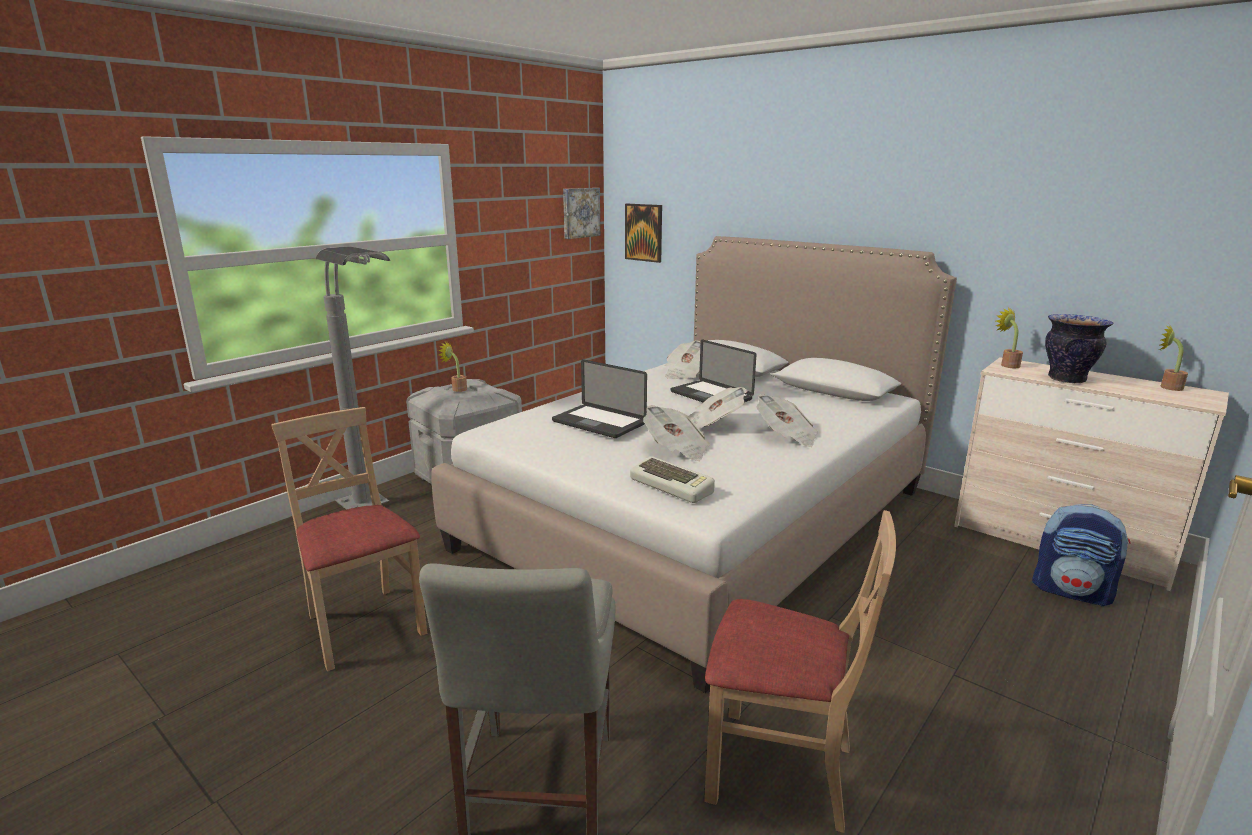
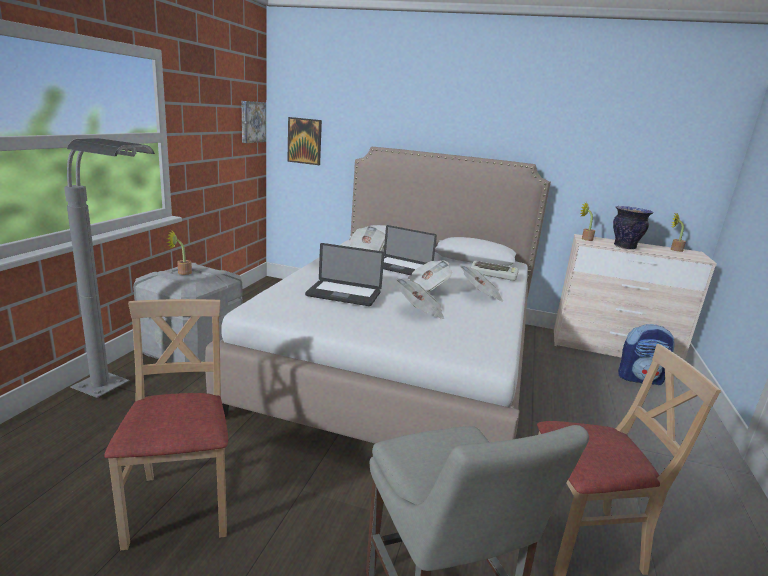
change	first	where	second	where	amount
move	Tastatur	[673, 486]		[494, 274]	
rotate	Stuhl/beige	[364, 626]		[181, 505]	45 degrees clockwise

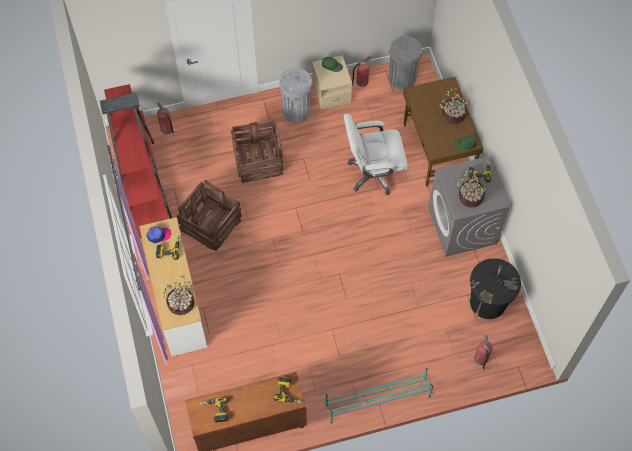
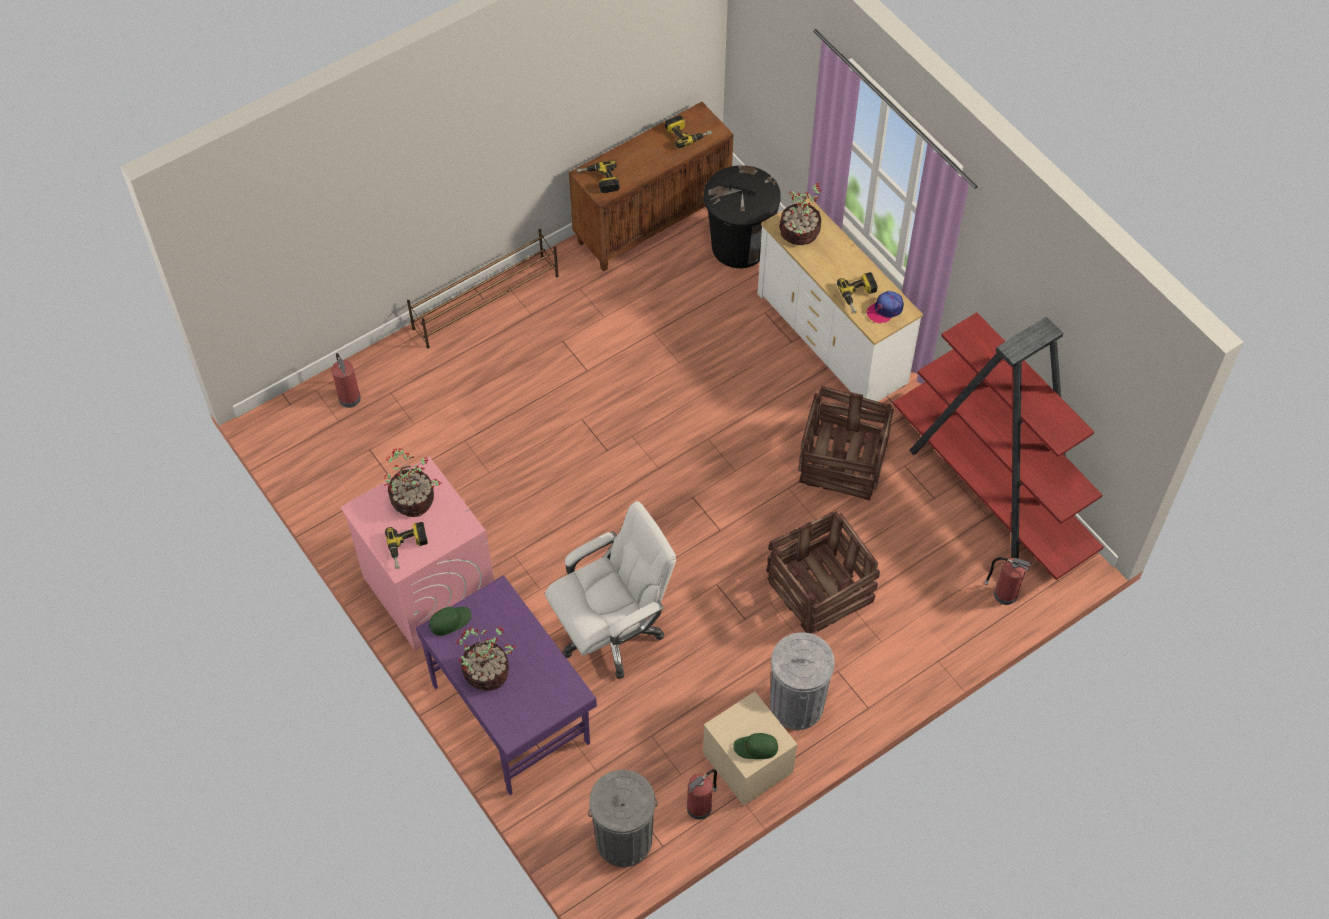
change	first	where	second	where	amount
move	Mülleimer/schwarz	[487, 302]		[739, 246]	
recolor	Schuhregal/türkis	[377, 400]	Schuhregal/braun	[486, 302]	
recolor	Schreibtisch/braun	[437, 150]	Schreibtisch/lila	[511, 712]	
recolor	Waschmaschine/grau	[462, 226]	Waschmaschine/rosa	[428, 588]	

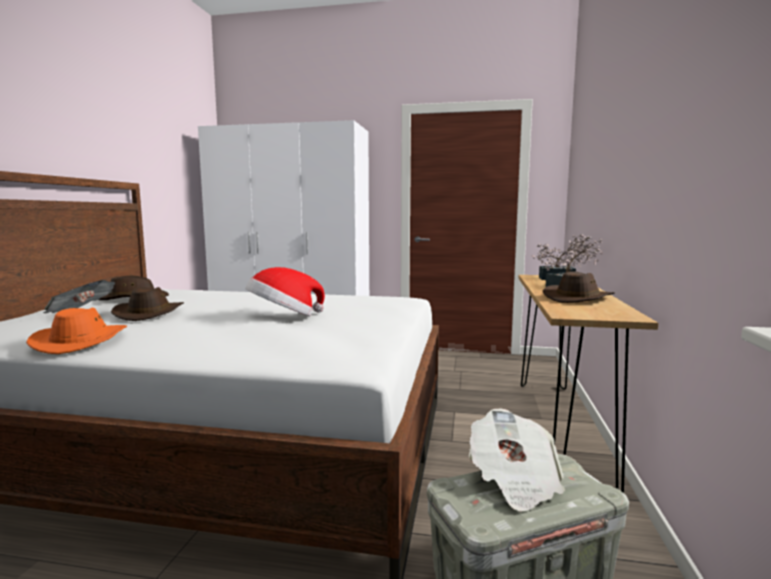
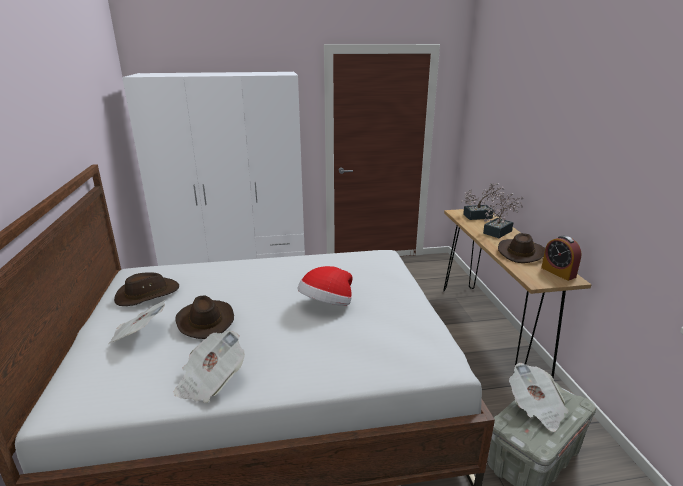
change	first	where	second	where	amount
insert			Wecker	[558, 272]	
replace	Hut/orange	[81, 341]	Zeitung	[210, 381]	

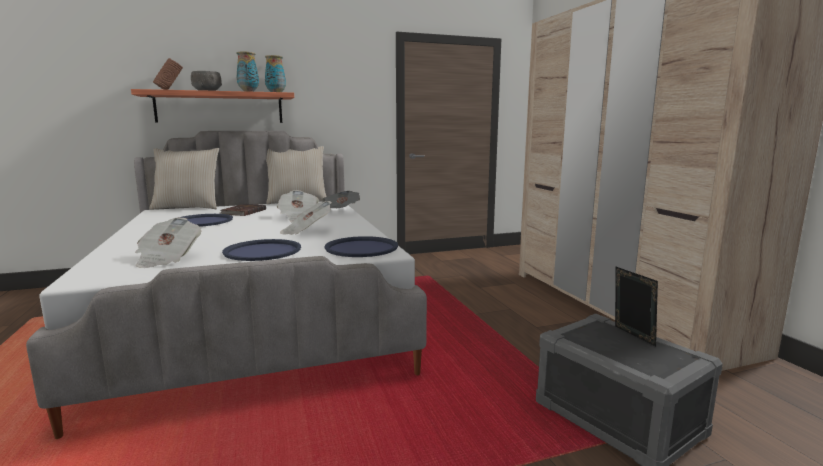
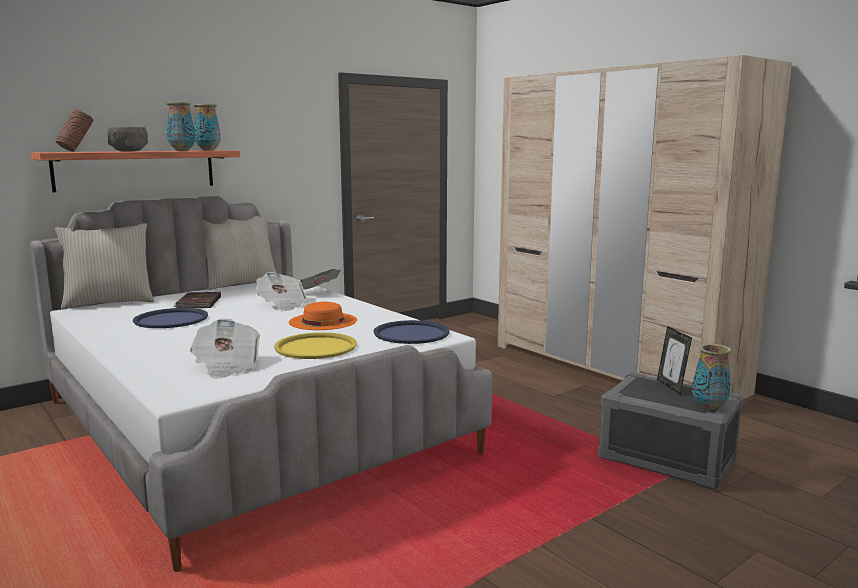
change	first	where	second	where	amount
insert			Vase	[709, 407]	
replace	Zeitung	[306, 232]	Hut/orange	[323, 321]	
recolor	Tablett/blau	[262, 251]	Tablett/gelb	[315, 347]	
rotate	Bilderrahmen	[631, 336]		[671, 386]	150 degrees counterclockwise

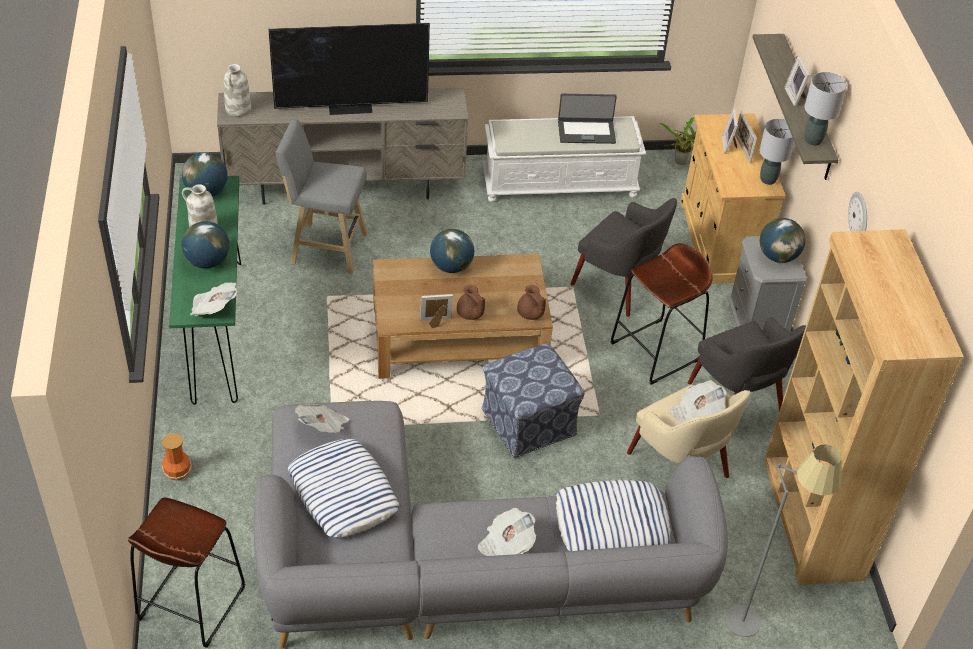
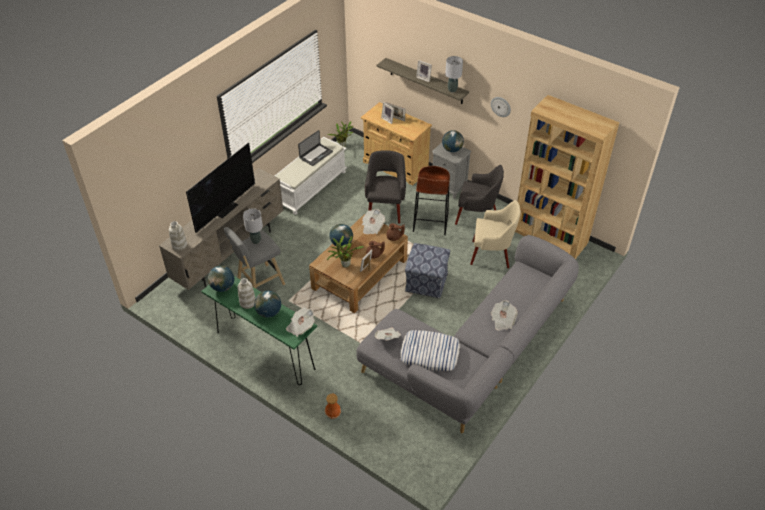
change	first	where	second	where	amount
delete	Hocker/braun	[191, 603]			
delete	Kissen	[611, 524]			
delete	Stehlampe/grau	[757, 615]			
insert			Topfpflanze	[344, 265]	
move	Zeitung	[696, 414]		[372, 227]	
move	Tischlampe/grau	[767, 180]		[256, 241]	
rotate	Sessel/grau	[618, 285]		[385, 209]	75 degrees counterclockwise

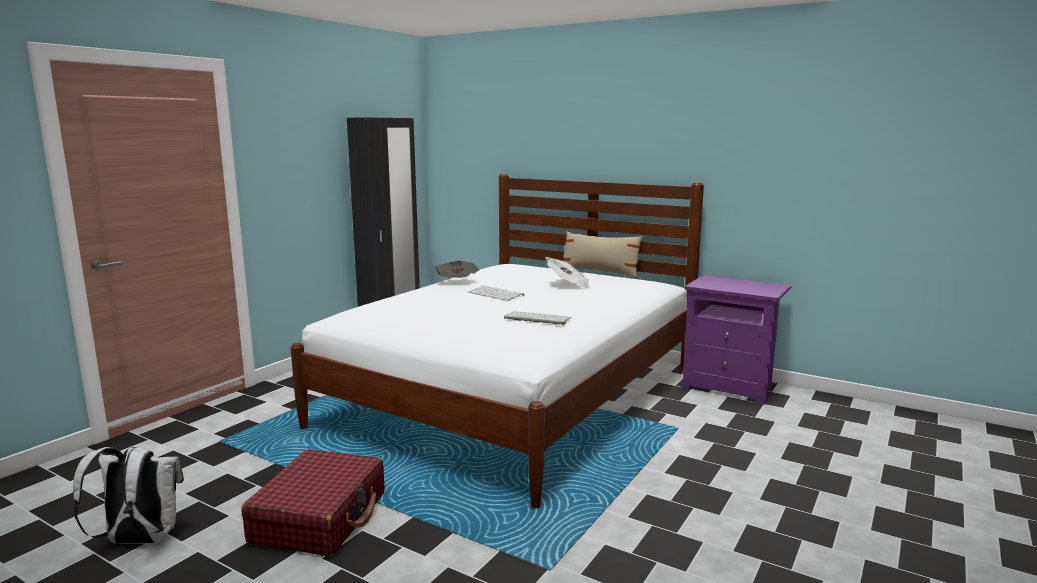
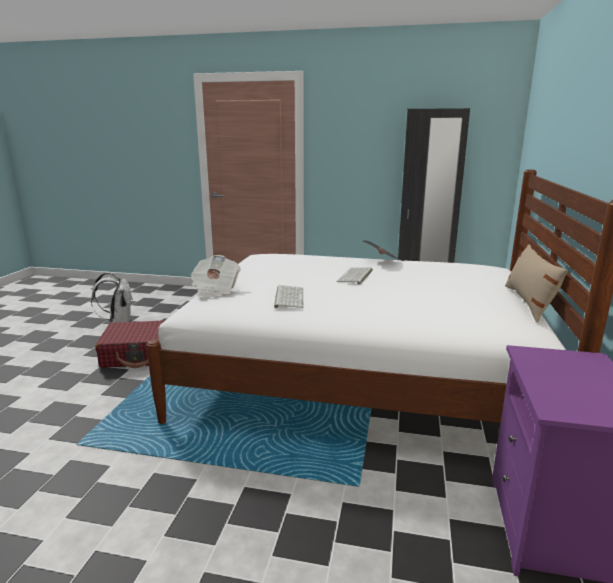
change	first	where	second	where	amount
move	Zeitung	[568, 285]		[215, 290]	

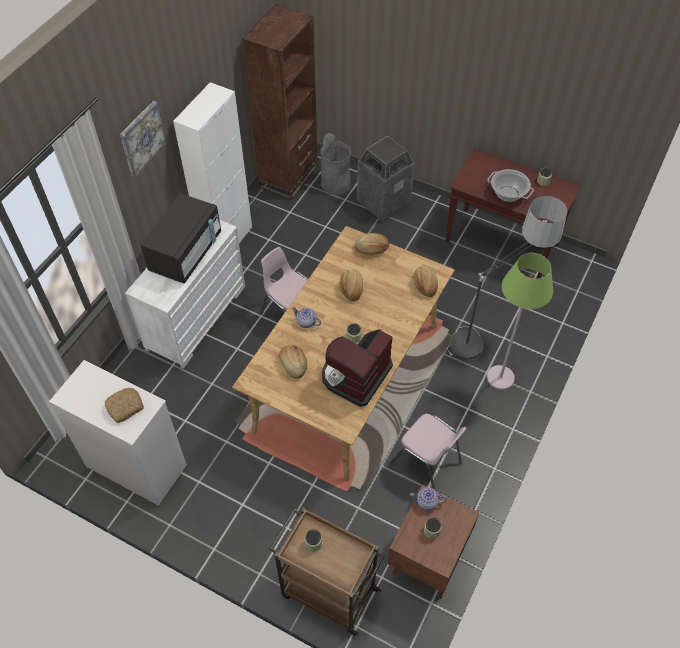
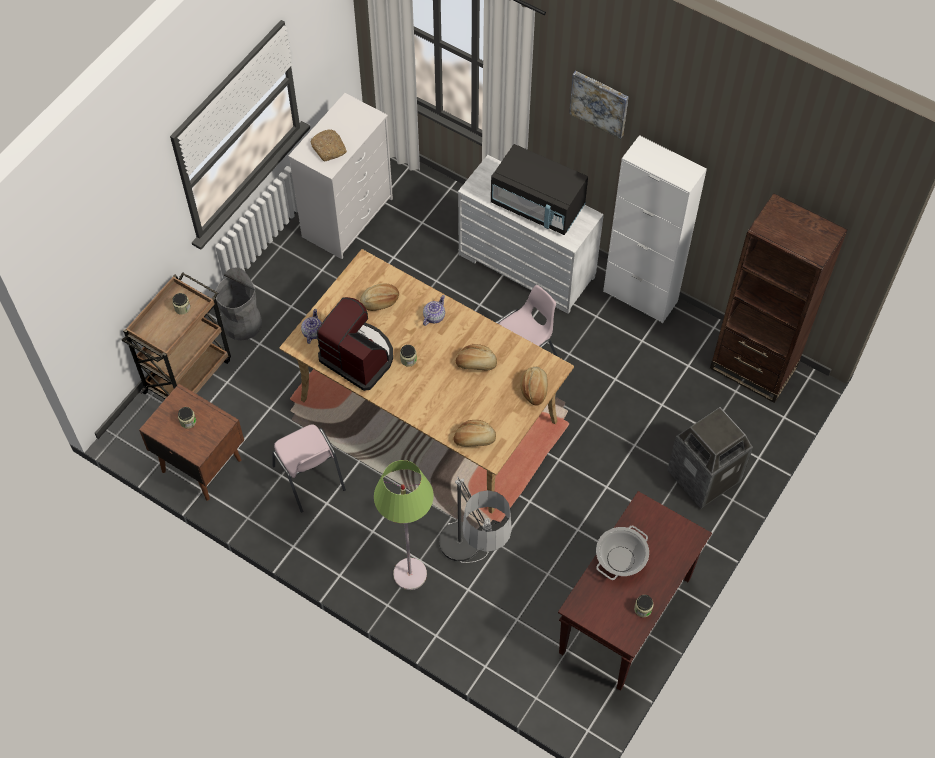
change	first	where	second	where	amount
move	Mülleimer/grau	[335, 184]		[242, 324]	
move	Teekanne	[427, 502]		[312, 332]	
rotate	Stuhl/rosa	[427, 463]		[309, 478]	75 degrees counterclockwise

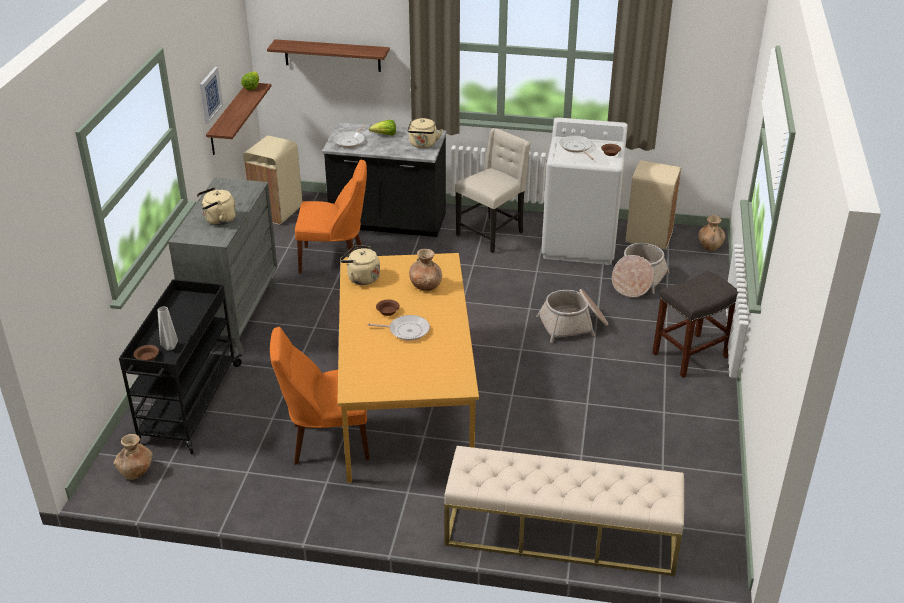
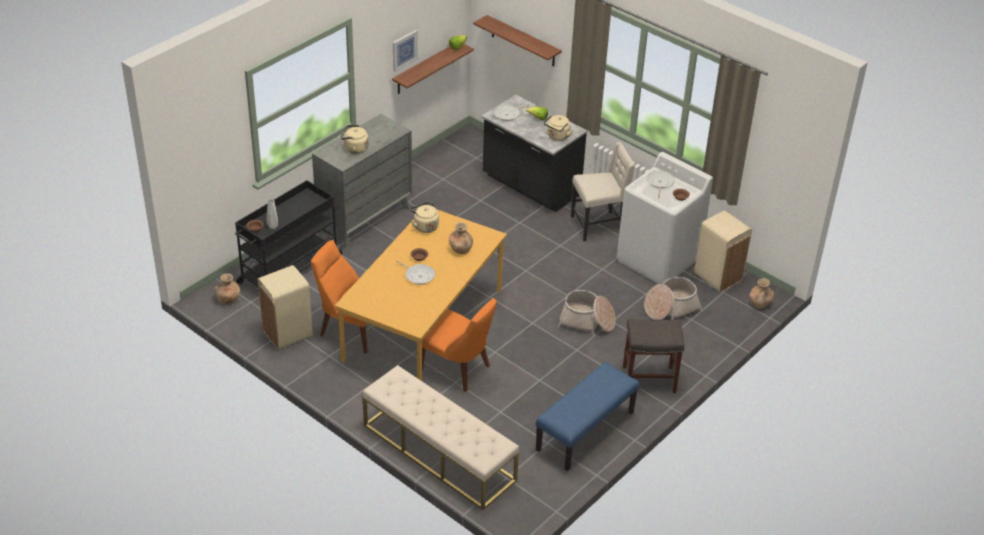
change	first	where	second	where	amount
insert			Bank/blau	[585, 432]	
move	Mülleimer/beige	[276, 212]		[287, 333]	
move	Stuhl/orange	[335, 260]		[457, 369]	

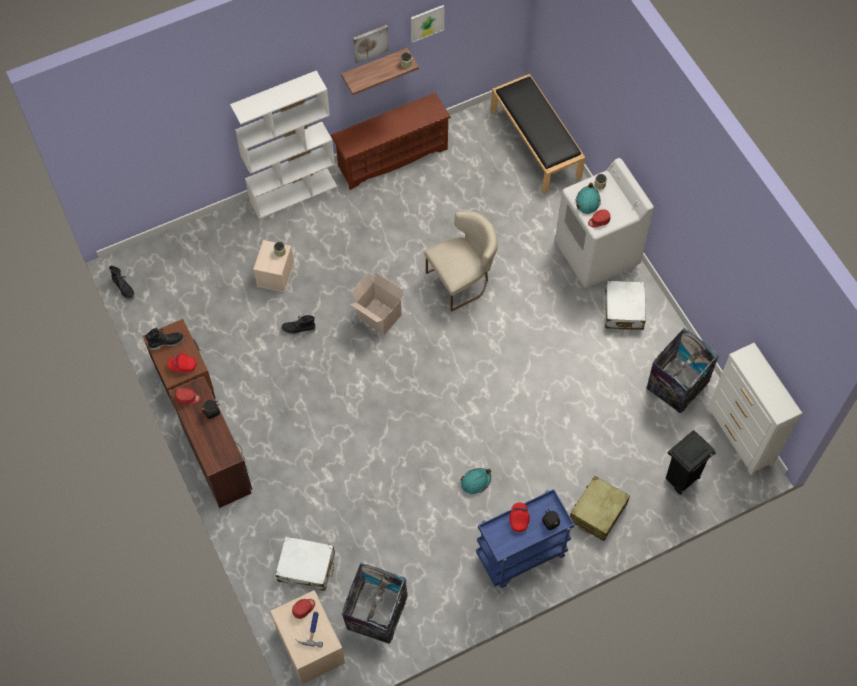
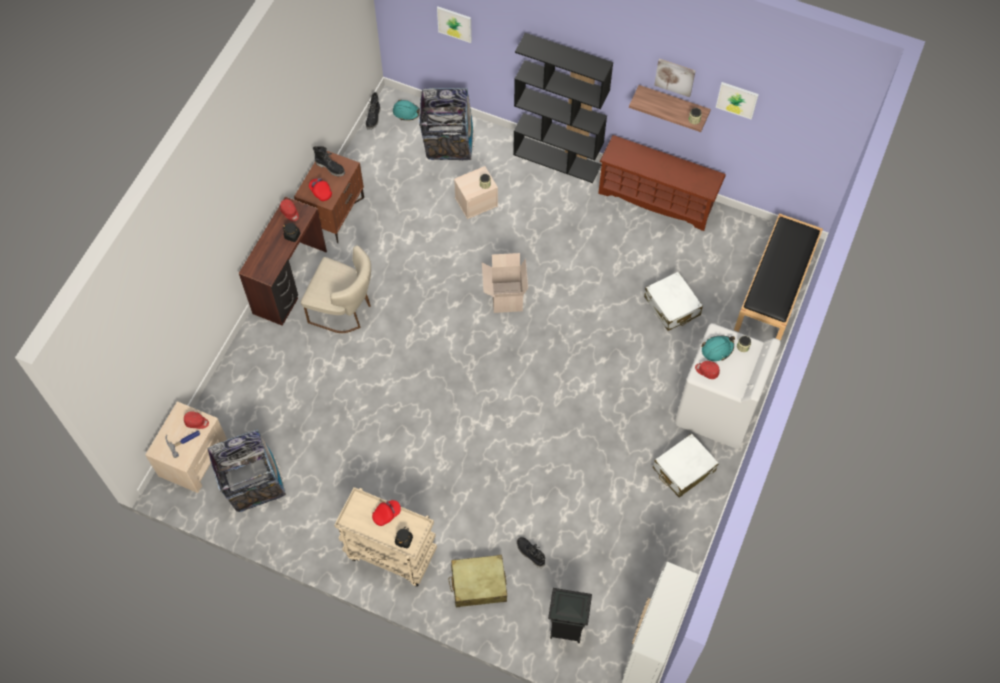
change	first	where	second	where	amount
insert			Bild	[454, 24]	
move	Koffer/weiß	[306, 567]		[672, 306]	
move	Stiefel/schwarz	[298, 329]		[530, 554]	
move	Stuhl/beige	[462, 280]		[344, 310]	
move	Schutzhelm/türkis	[475, 482]		[406, 112]	
move	Mülleimer	[676, 387]		[448, 144]	
recolor	Bücherregal/weiß	[293, 193]	Bücherregal/schwarz	[557, 159]	
recolor	Rollwagen/blau	[521, 556]	Rollwagen/beige	[389, 553]	

